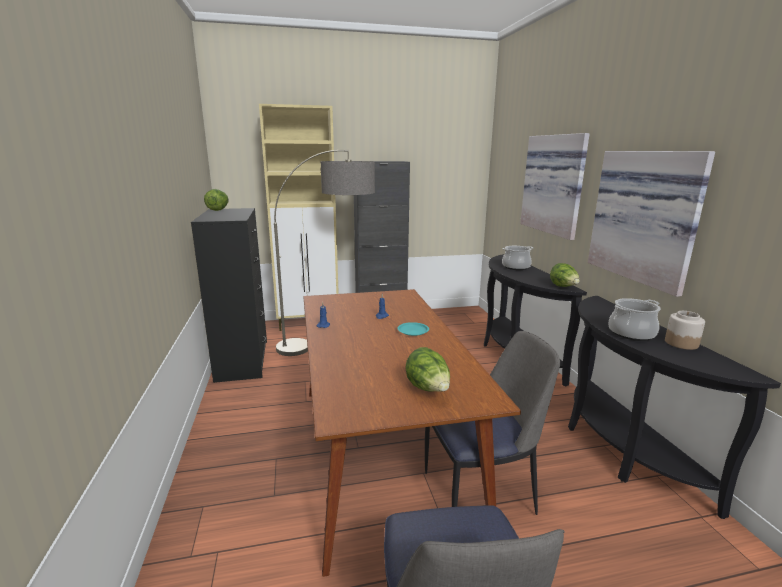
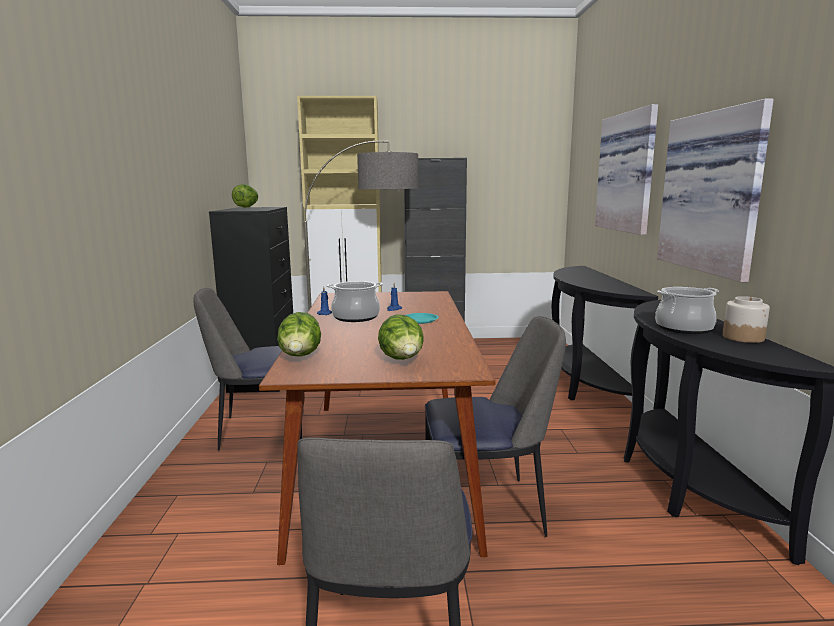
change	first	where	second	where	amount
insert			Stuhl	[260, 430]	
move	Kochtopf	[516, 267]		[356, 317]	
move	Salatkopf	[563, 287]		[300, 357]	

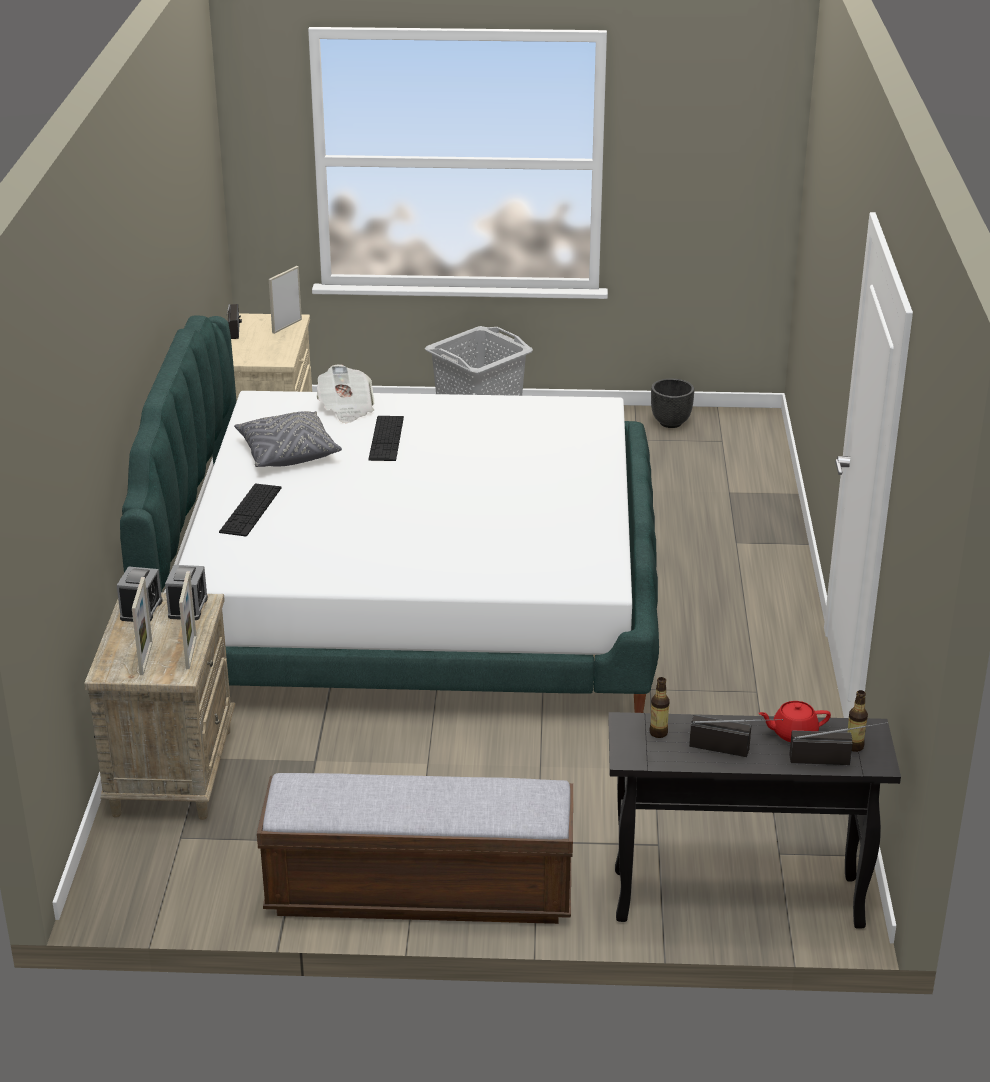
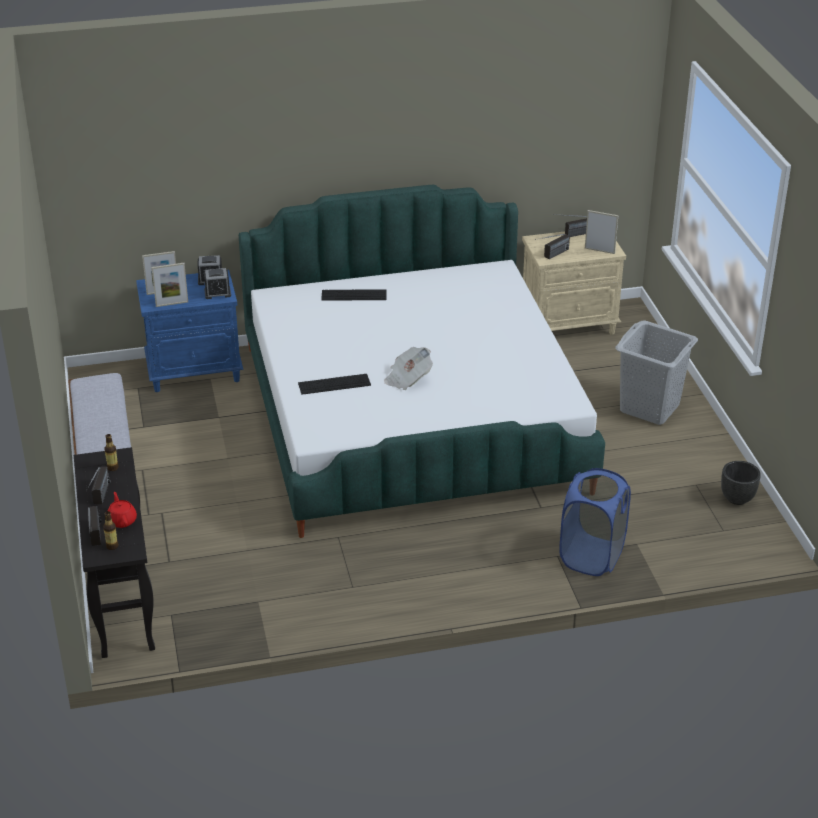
change	first	where	second	where	amount
delete	Kissen/grau	[287, 453]			
insert			Radio	[551, 256]	
insert			Wäschekorb/blau	[591, 556]	
move	Zeitung	[346, 409]		[408, 379]	
move	Tastatur	[386, 438]		[334, 384]	
recolor	Nachttisch/beige	[172, 771]	Nachttisch/blau	[195, 371]	

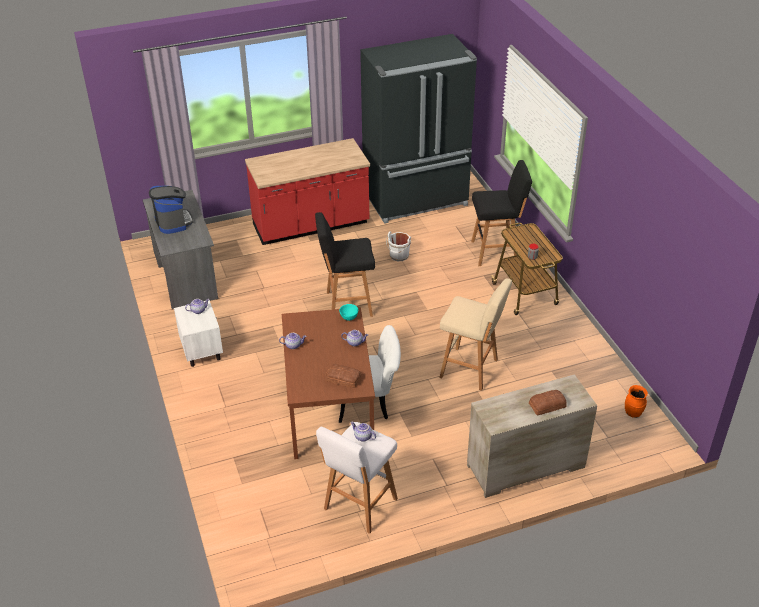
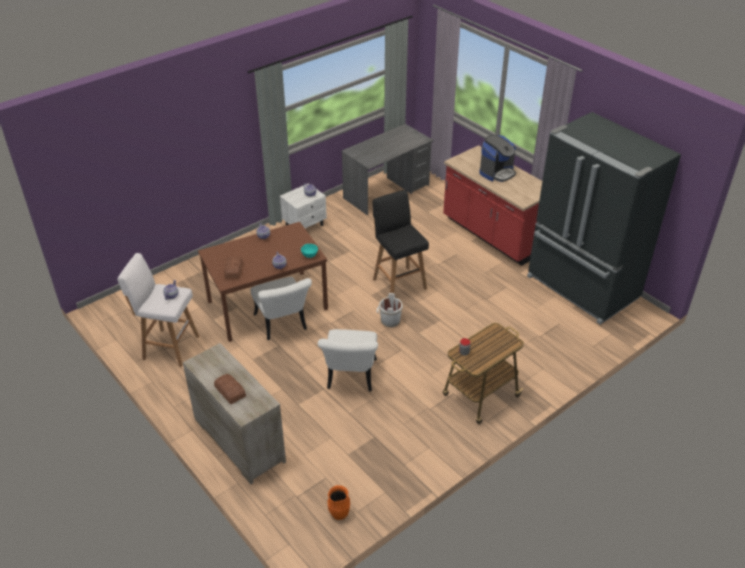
change	first	where	second	where	amount
delete	Hocker/schwarz	[496, 252]			
move	Kaffeemaschine	[173, 222]		[497, 172]	
move	Eimer/weiß	[399, 256]		[389, 320]	
replace	Hocker/beige	[471, 369]	Stuhl/weiß	[351, 379]	

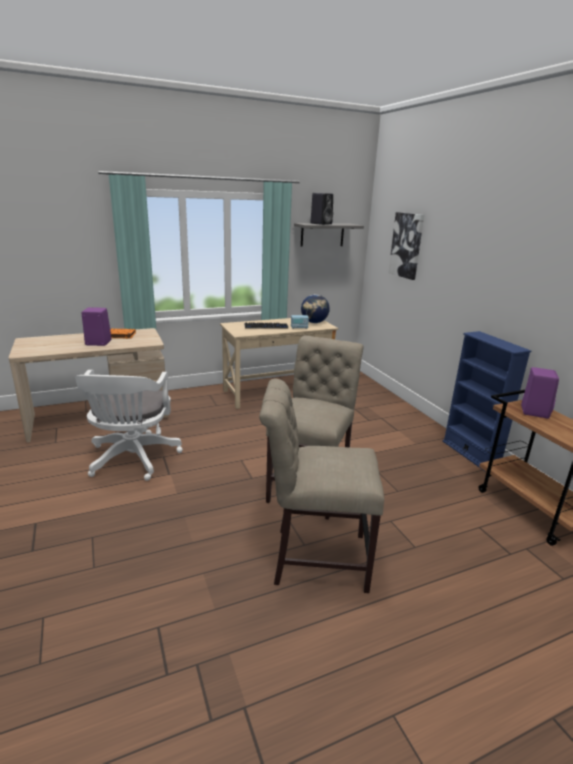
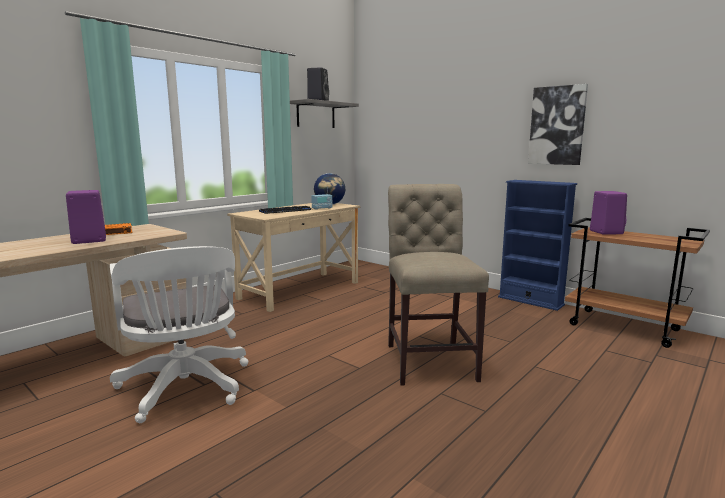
change	first	where	second	where	amount
delete	Stuhl/beige	[314, 557]			
move	Bild	[406, 245]		[557, 125]	

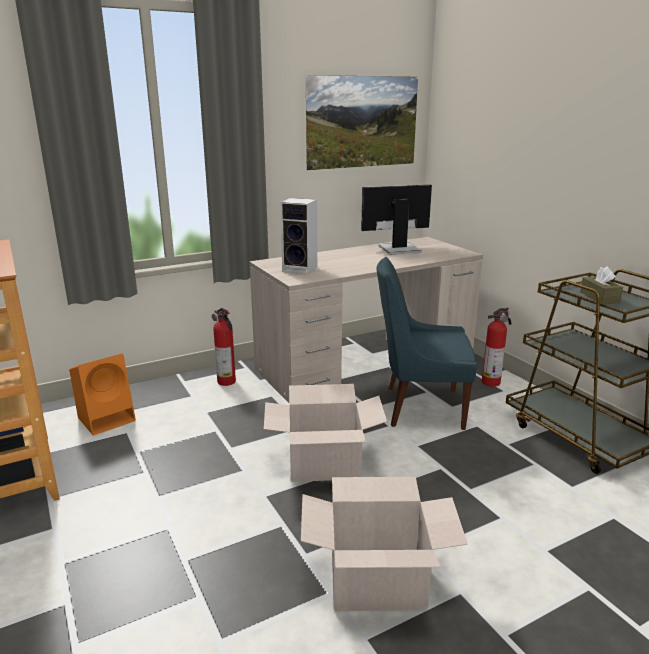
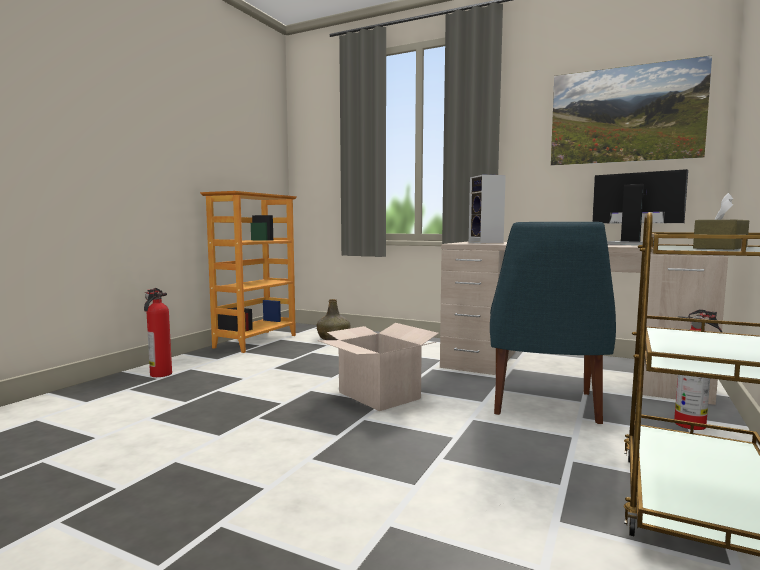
change	first	where	second	where	amount
delete	Karton	[377, 583]			
move	Feuerlöscher	[227, 382]		[160, 374]	
replace	Lautsprecher/orange	[108, 418]	Flasche/grün	[334, 338]	
rotate	Stuhl/blau	[420, 407]		[544, 405]	135 degrees counterclockwise

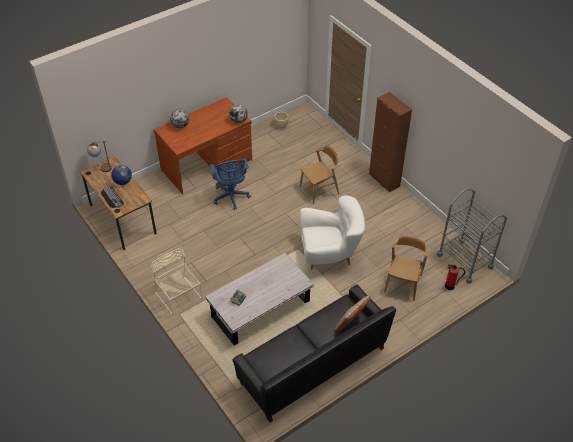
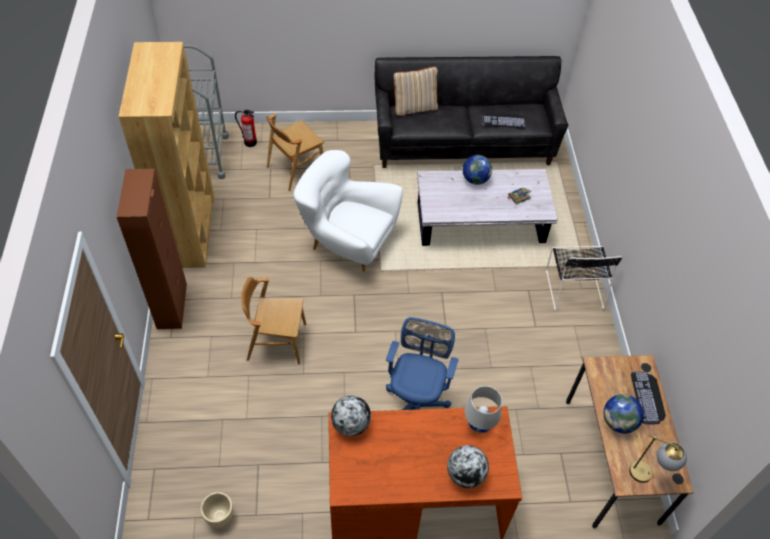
change	first	where	second	where	amount
insert			Bücherregal/braun	[191, 231]	
insert			Globus	[475, 179]	
insert			Tischlampe/weiß	[479, 424]	
insert			Tastatur	[504, 120]	
recolor	Stuhl/beige	[179, 296]	Stuhl/schwarz	[574, 287]	

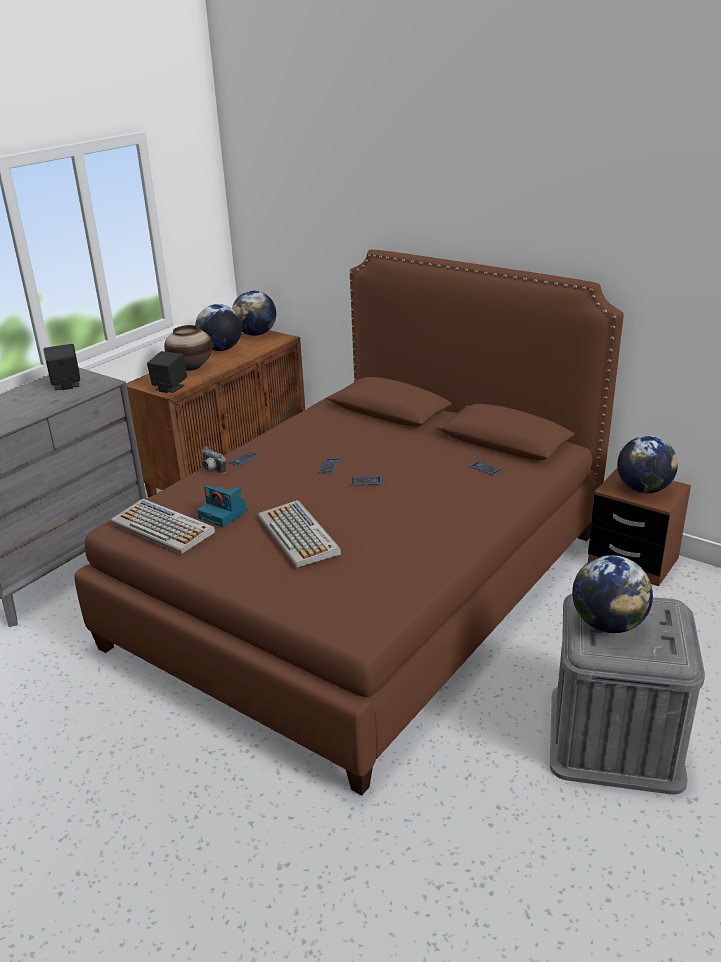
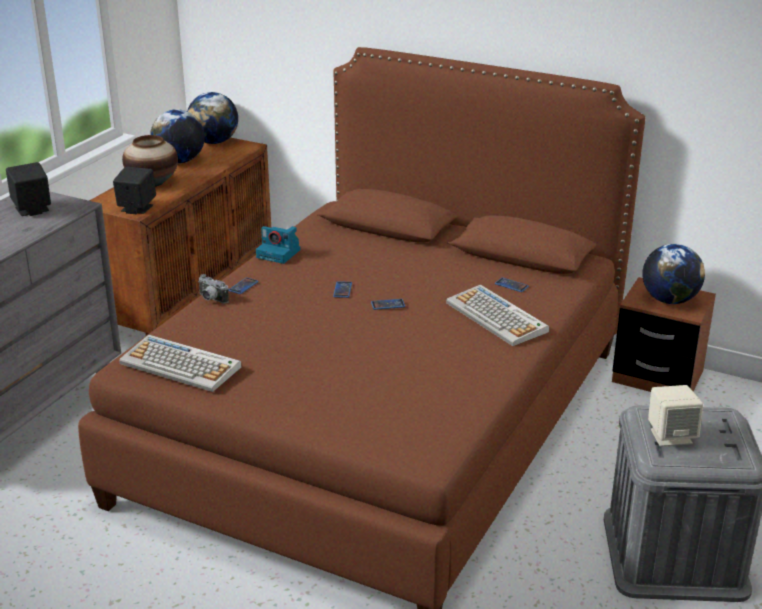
change	first	where	second	where	amount
move	Kamera	[224, 514]		[279, 253]	
move	Tastatur	[299, 535]		[497, 317]	
replace	Globus	[608, 624]	Lautsprecher/beige	[671, 436]	

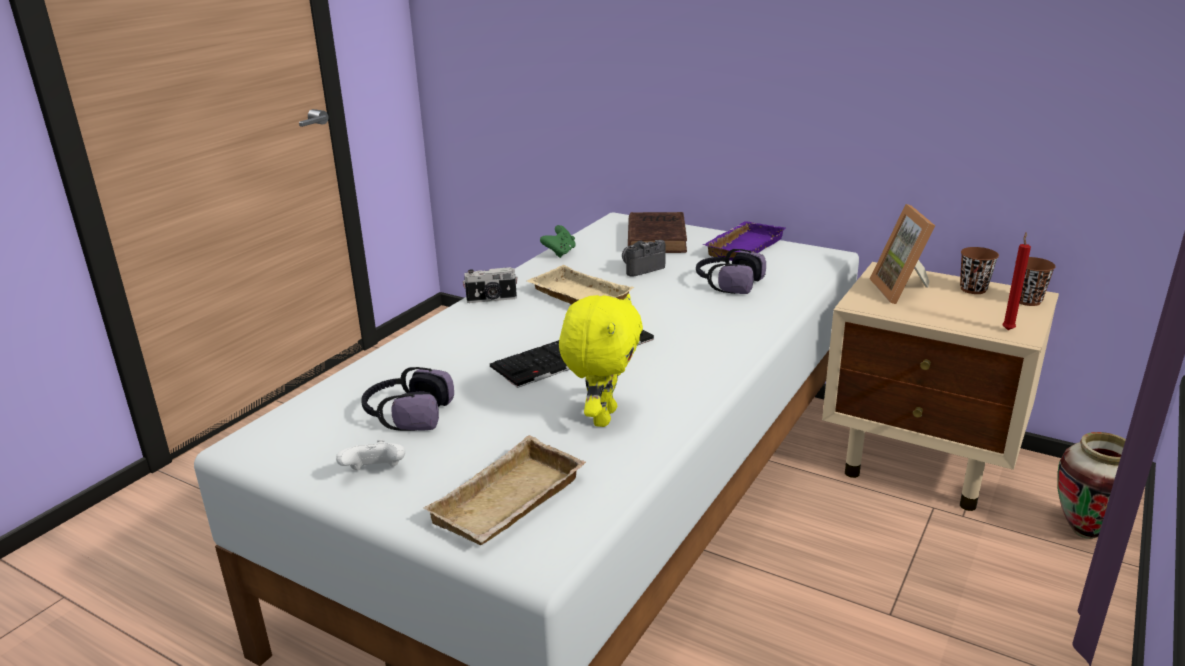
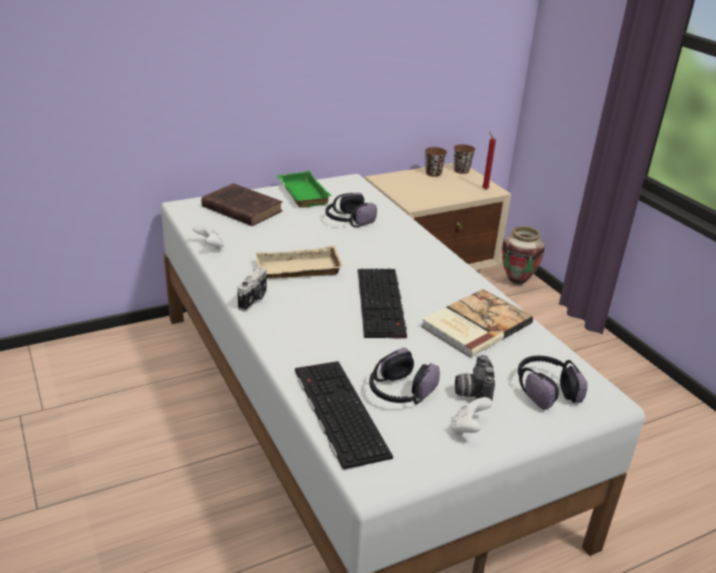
change	first	where	second	where	amount
delete	Bilderrahmen	[903, 291]			
insert			Tastatur	[337, 411]	
move	Kamera	[640, 268]		[472, 392]	
replace	Tablett/beige	[510, 504]	Kopfhörer	[546, 389]	
replace	Plüschtier/gelb	[602, 417]	Buch	[474, 325]	
recolor	Gamepad/grün	[560, 253]	Gamepad/weiß	[210, 247]	
recolor	Tablett/lila	[742, 246]	Tablett/grün	[301, 193]	

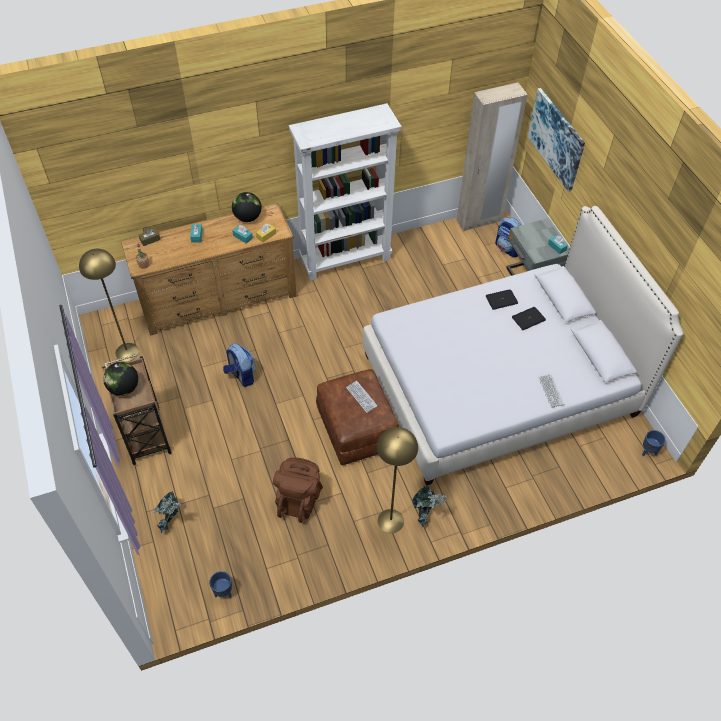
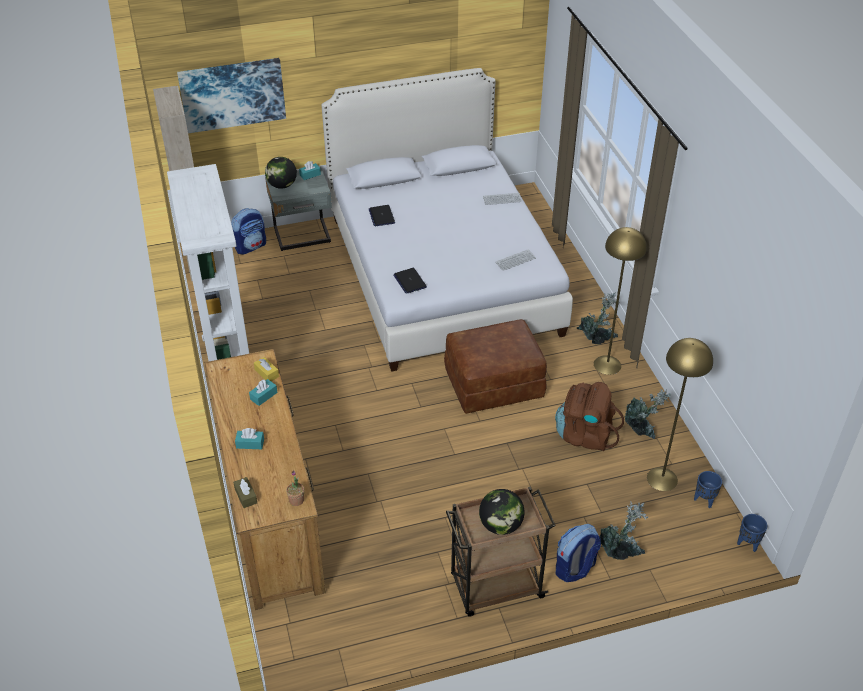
change	first	where	second	where	amount
insert			Topfpflanze	[642, 430]	
move	Stehlampe/gelb	[127, 351]		[662, 479]	
move	Rucksack	[241, 375]		[575, 568]	
move	Globus	[247, 217]		[282, 185]	
move	Tastatur	[361, 397]		[515, 260]	
move	Laptop	[528, 319]		[409, 281]	
move	Pflanzkübel/blau	[648, 451]		[748, 544]	

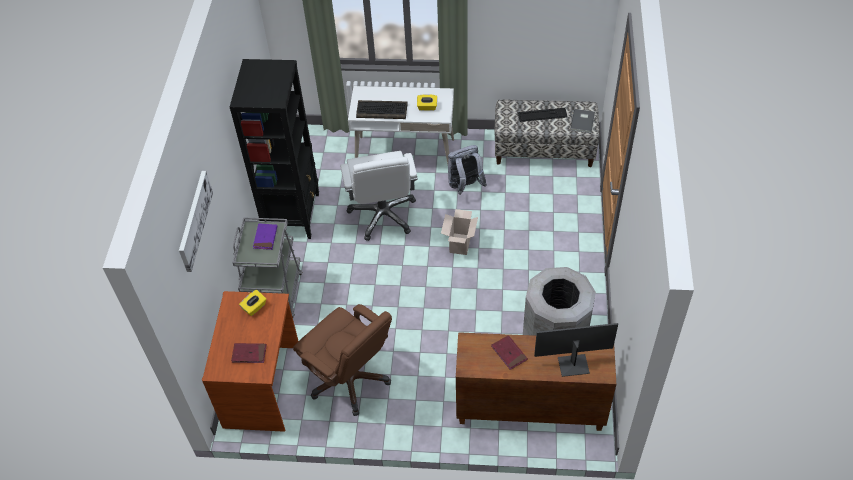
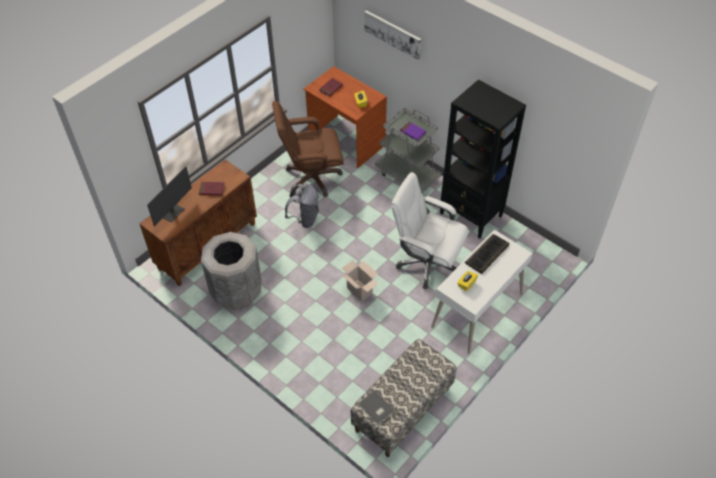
change	first	where	second	where	amount
delete	Tastatur	[542, 115]			
move	Rucksack/grau	[465, 186]		[305, 219]	

